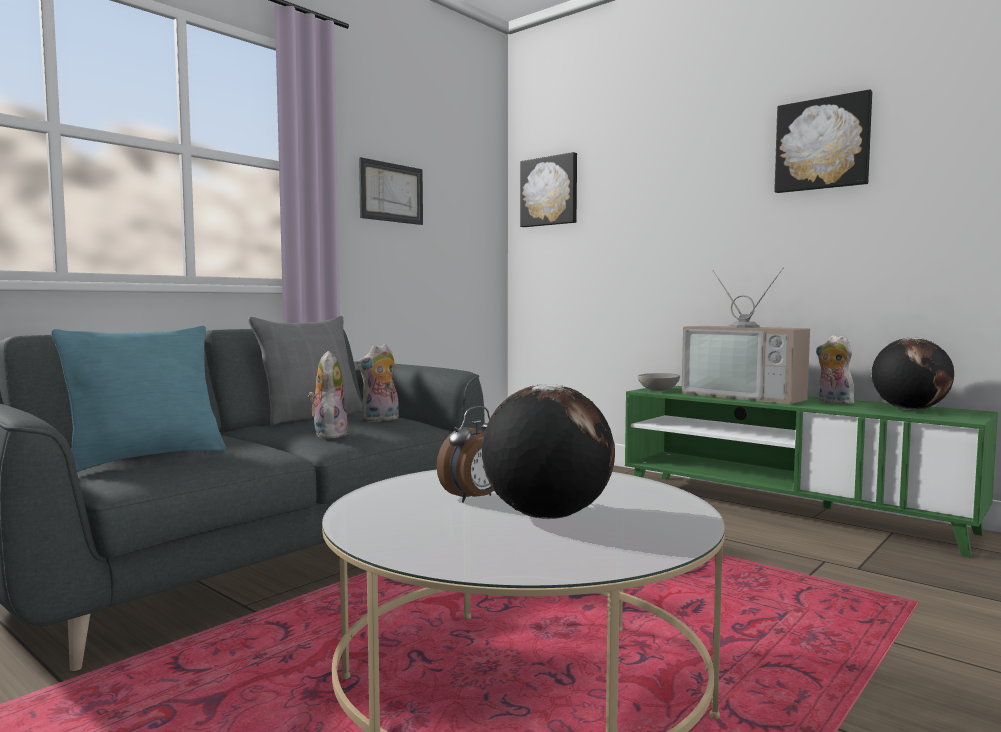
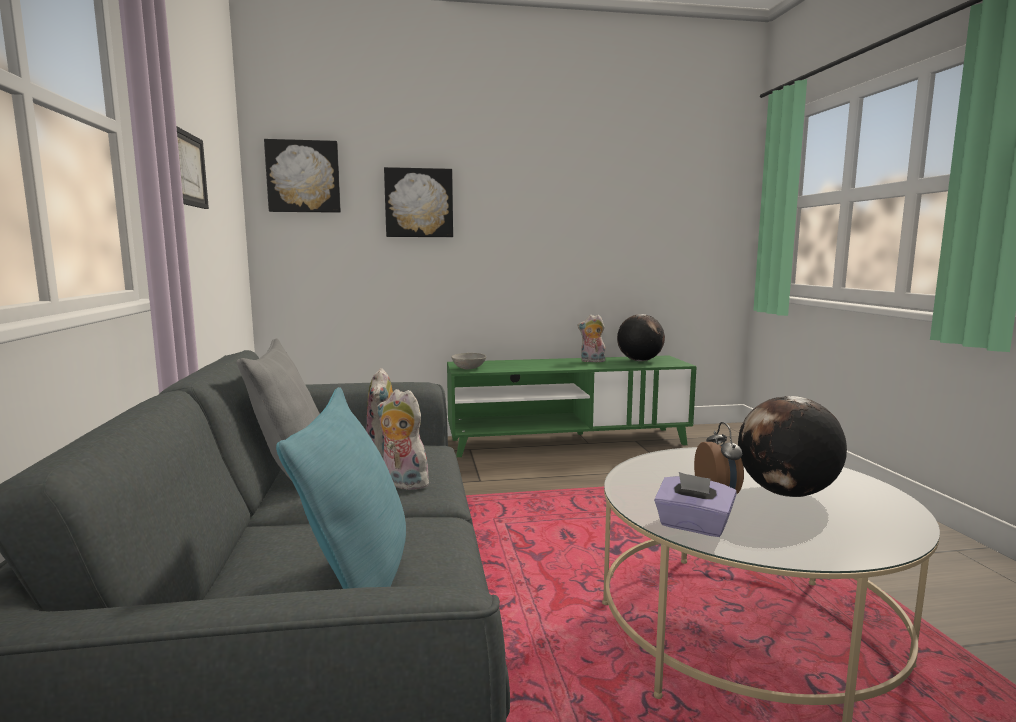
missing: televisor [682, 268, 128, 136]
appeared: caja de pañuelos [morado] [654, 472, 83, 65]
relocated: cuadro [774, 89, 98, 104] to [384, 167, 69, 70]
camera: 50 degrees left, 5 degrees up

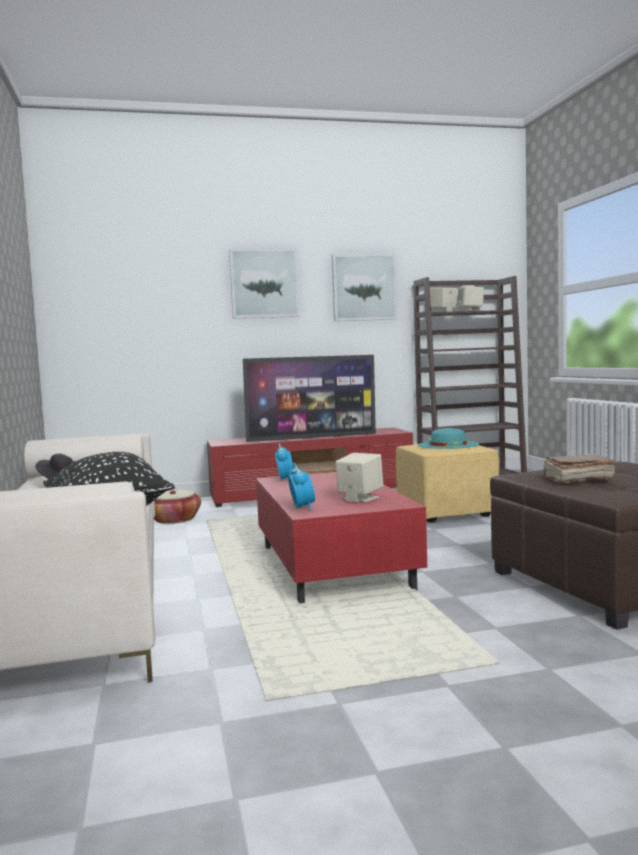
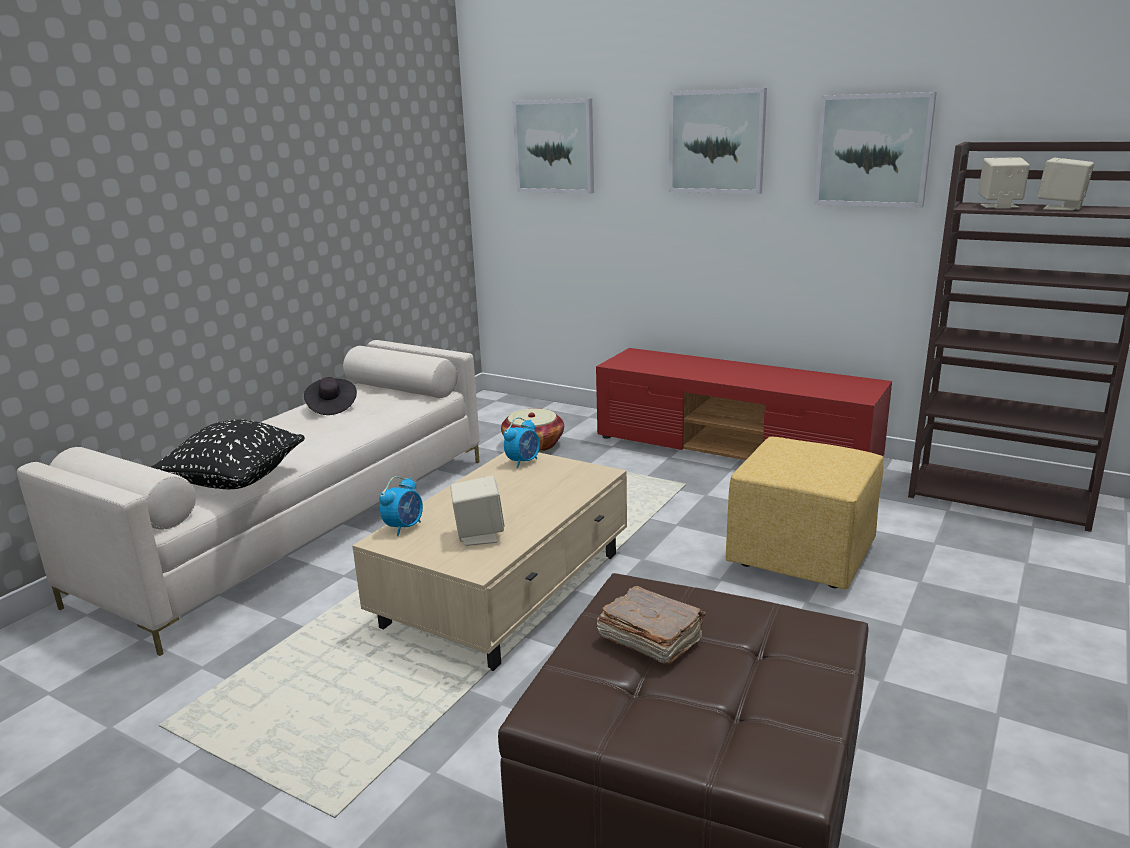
missing: televisor [243, 355, 133, 87]; sombrero [turquesa] [418, 428, 61, 21]
appeared: cuadro [512, 98, 82, 96]
colour: mesa de centro [rojo] [256, 472, 171, 131] to mesa de centro [beis] [352, 452, 275, 219]
camera: 45 degrees right, 15 degrees up

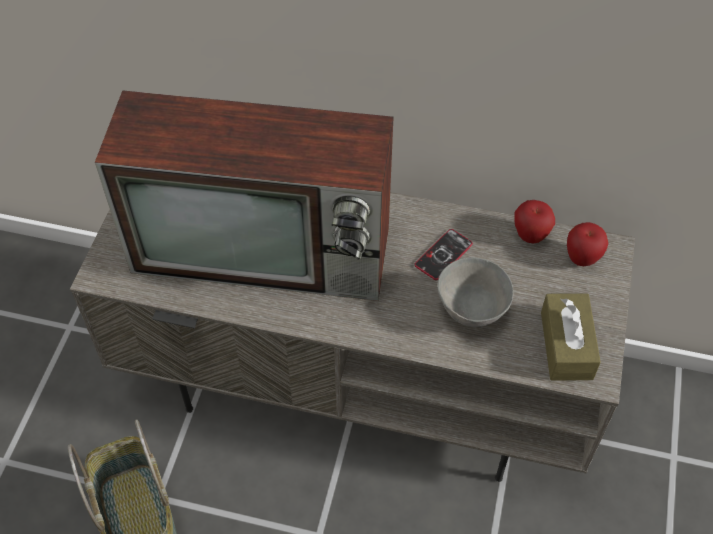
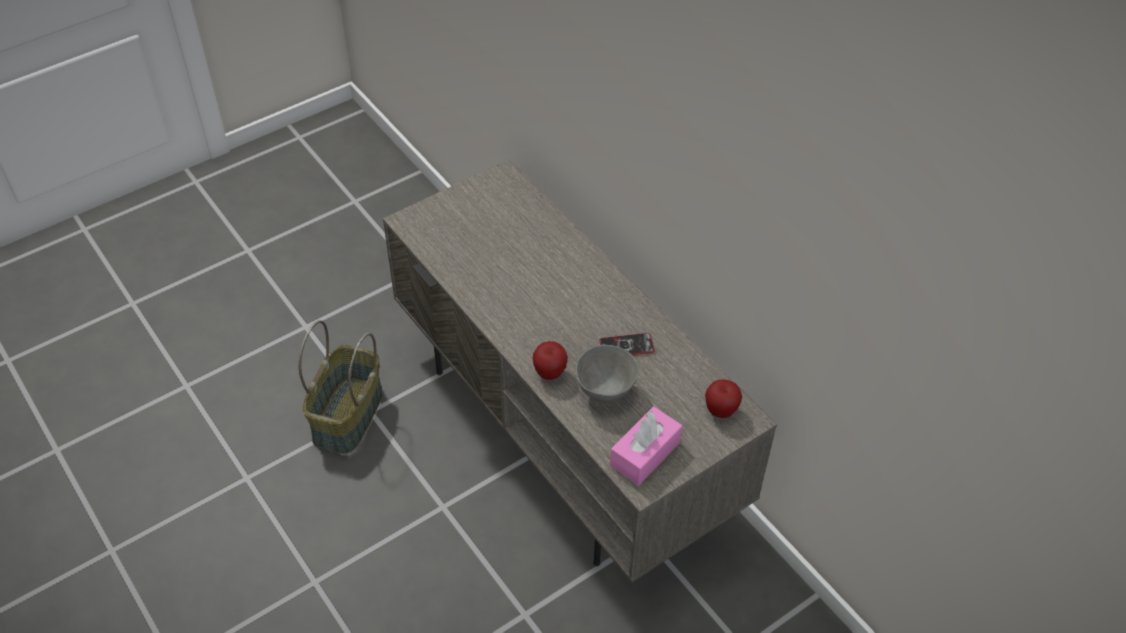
missing: televisor [95, 90, 299, 211]
relocated: manzana [515, 200, 40, 43] to [533, 341, 35, 39]
colour: caja de pañuelos [marrón] [541, 293, 60, 88] to caja de pañuelos [rosa] [610, 407, 72, 79]
camera: 40 degrees right, 5 degrees down

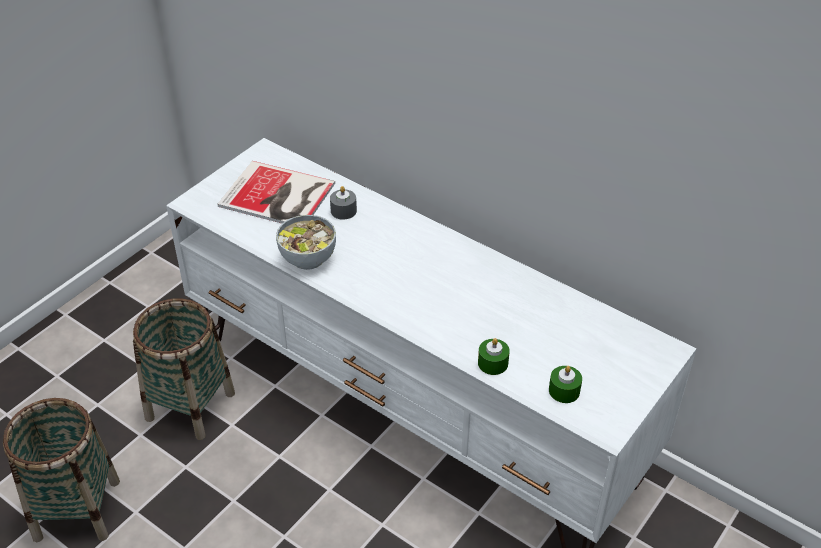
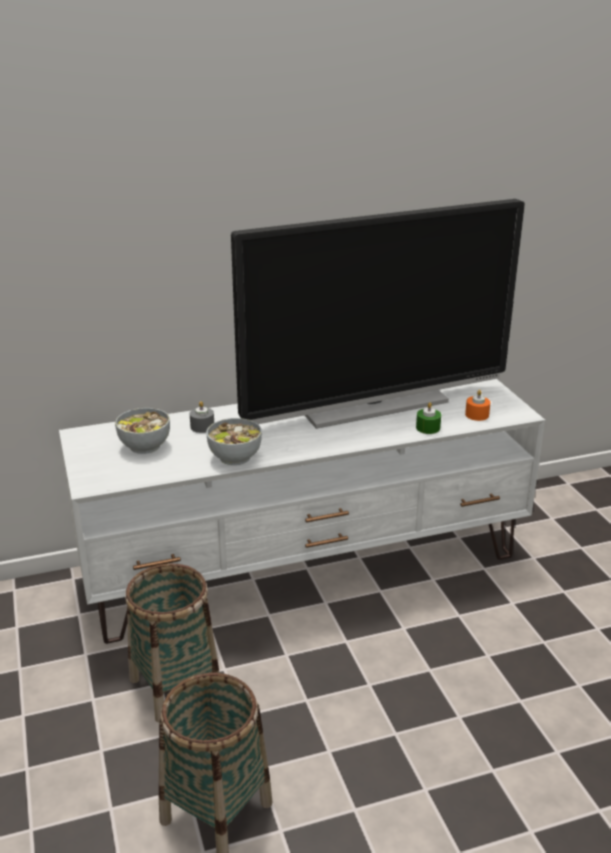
appeared: televisor [231, 199, 294, 230]
exchanged: libro [218, 161, 117, 63] to cuenco [115, 408, 55, 46]
colour: vela [verde] [549, 366, 33, 37] to vela [naranja] [465, 390, 26, 31]
camera: 55 degrees left, 15 degrees down

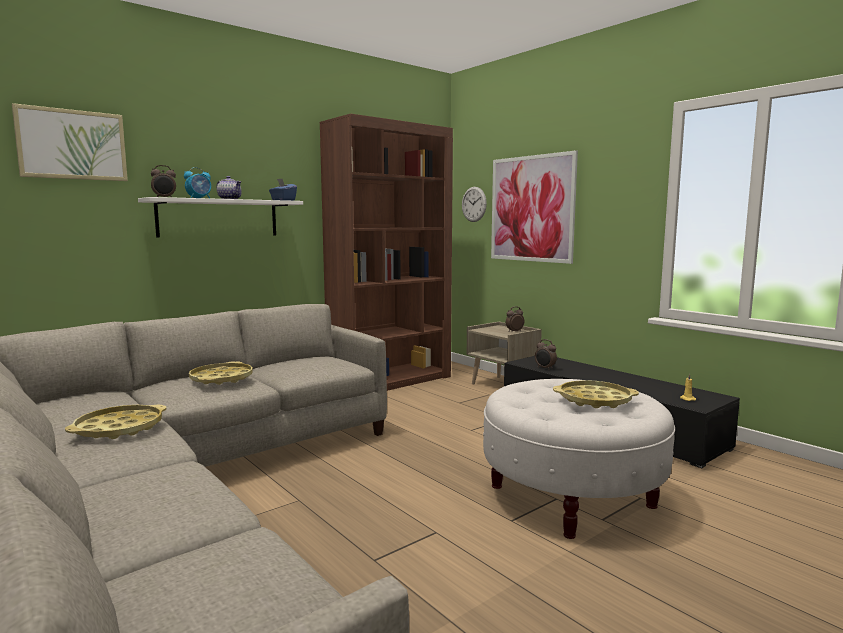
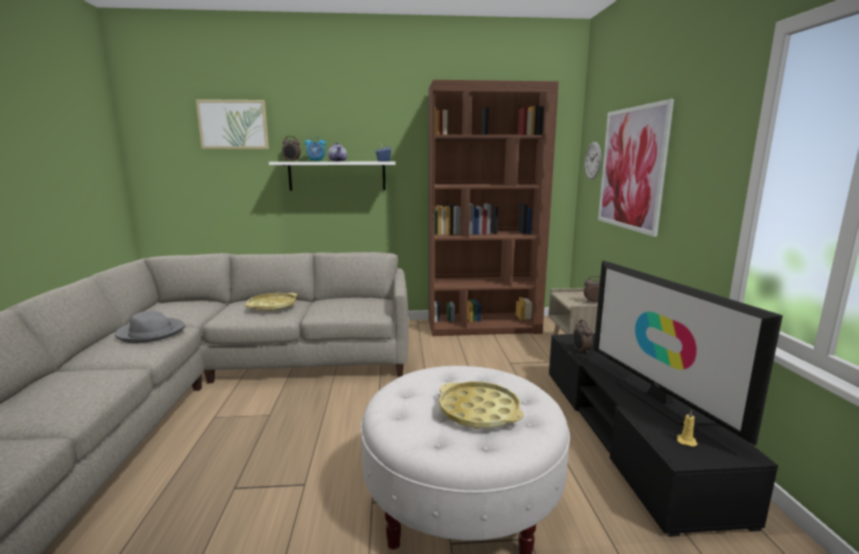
appeared: televisor [594, 260, 189, 185]
exchanged: bandeja [amarillo] [65, 405, 101, 34] to sombrero [gris] [115, 311, 71, 32]
camera: 35 degrees right, 5 degrees up

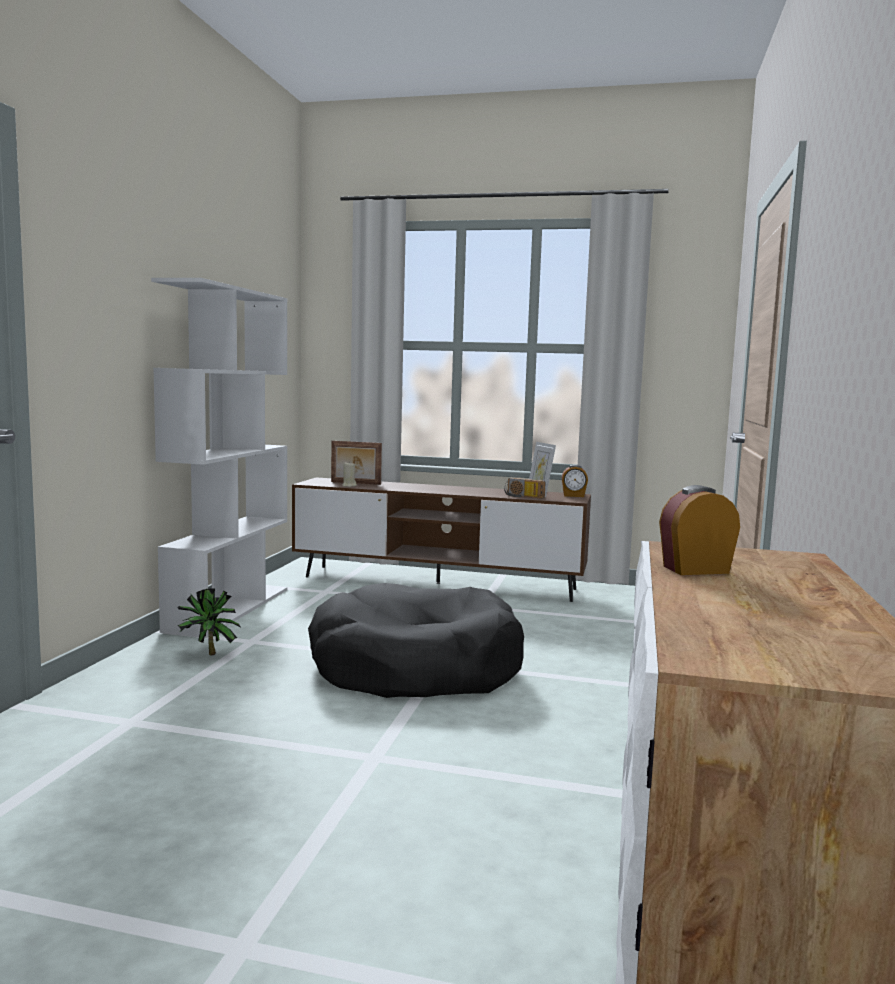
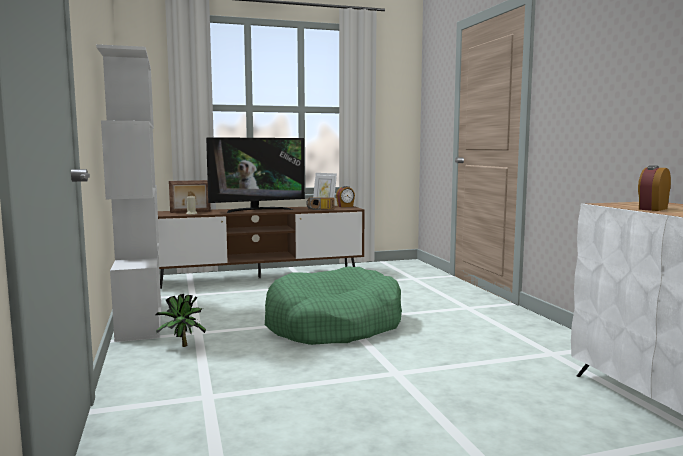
appeared: televisor [206, 137, 99, 76]
colour: cama para perro [negro] [308, 583, 216, 115] to cama para perro [verde] [265, 266, 137, 79]
camera: 30 degrees left, 0 degrees up

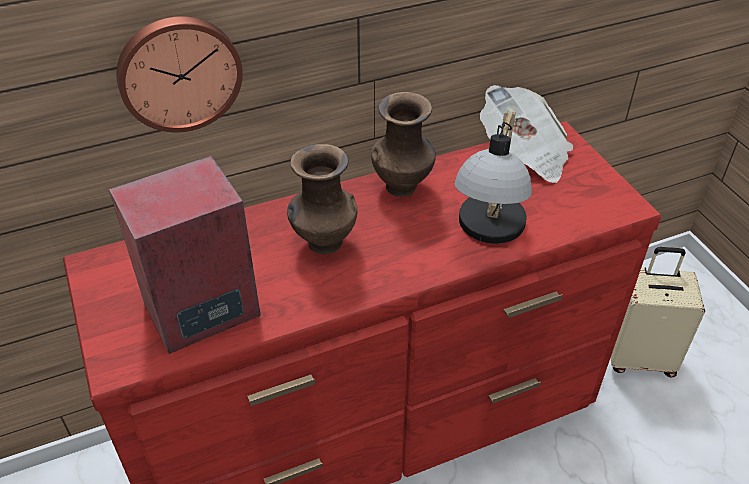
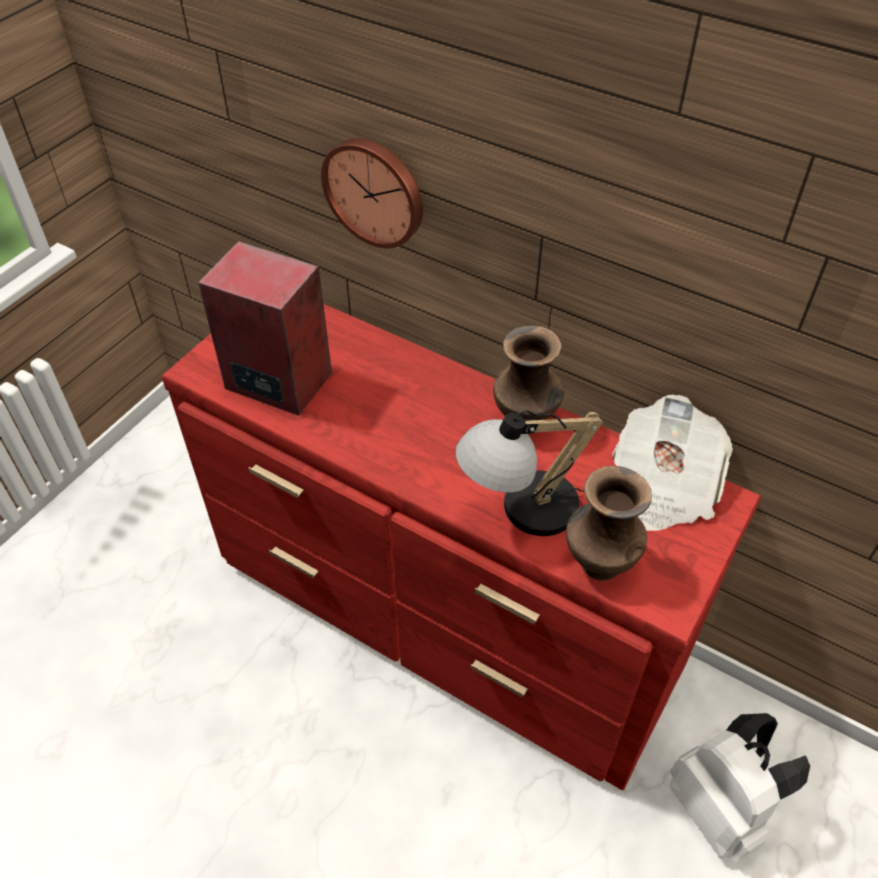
relocated: florero [marrón] [287, 144, 70, 110] to [566, 466, 86, 115]
exchanged: maleta [beis] [610, 247, 95, 130] to mochila [blanco] [670, 713, 140, 149]
camera: 55 degrees right, 5 degrees up

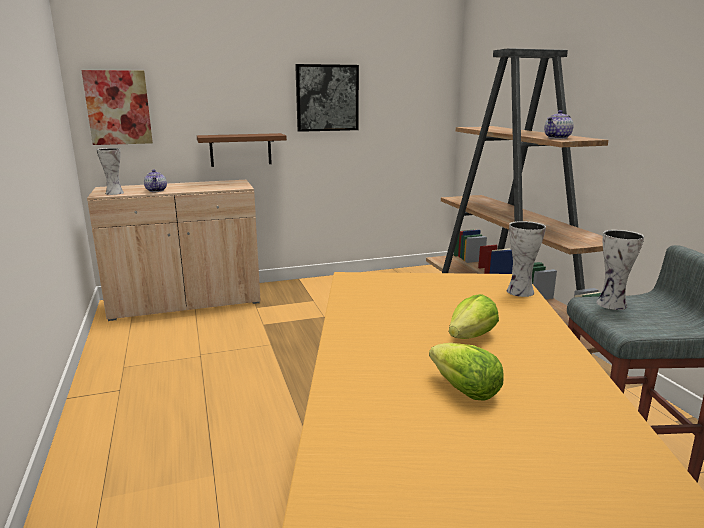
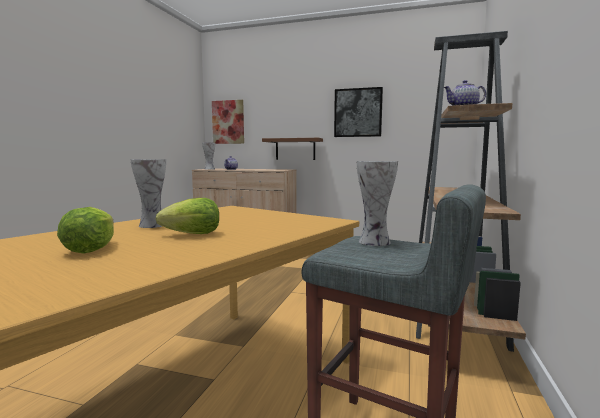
relocated: florero [507, 221, 39, 76] to [131, 159, 35, 69]
camera: 35 degrees right, 10 degrees down

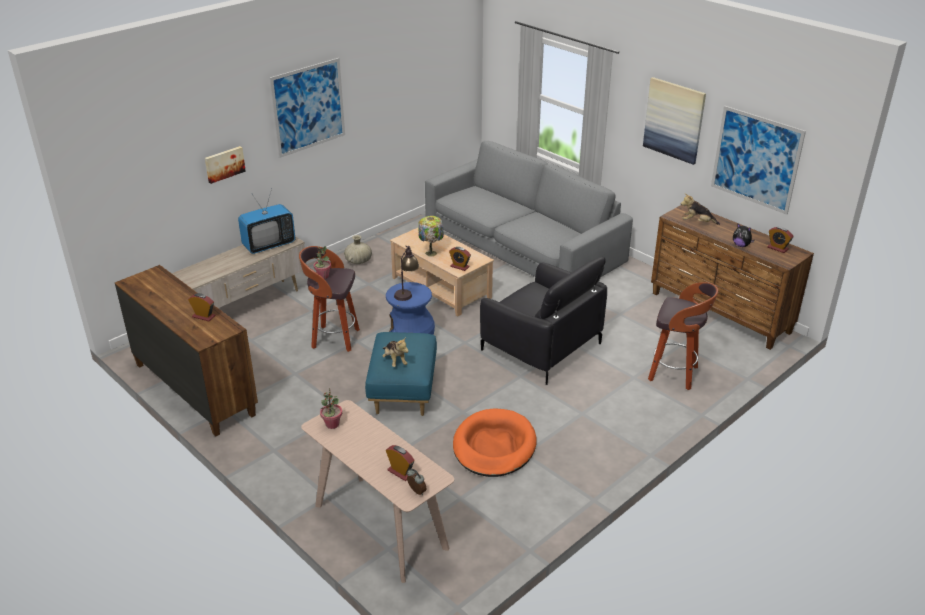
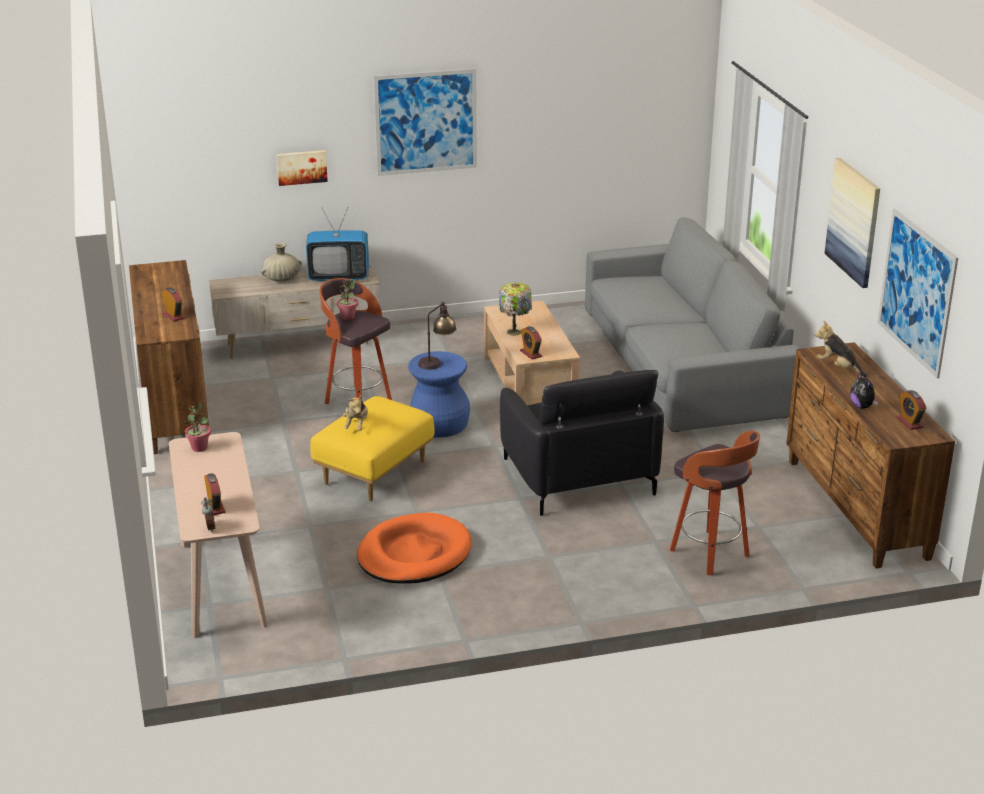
relocated: florero [beis] [344, 235, 28, 29] to [261, 243, 41, 39]
colour: puf [azul] [365, 332, 72, 84] to puf [amarillo] [310, 396, 125, 106]
camera: 30 degrees right, 5 degrees down

